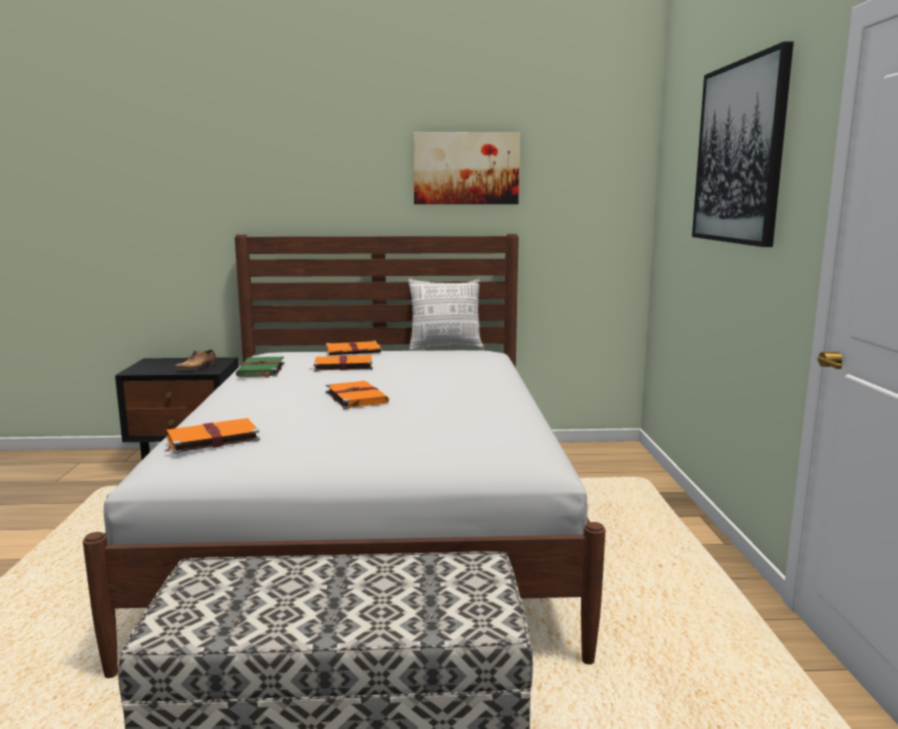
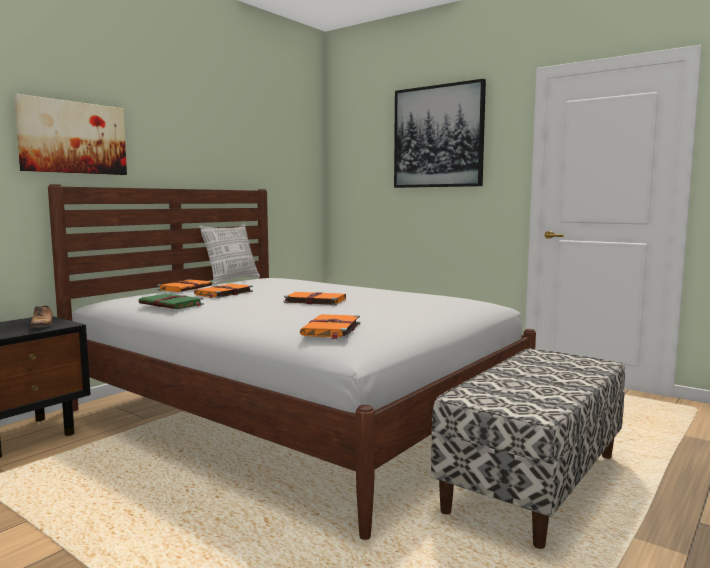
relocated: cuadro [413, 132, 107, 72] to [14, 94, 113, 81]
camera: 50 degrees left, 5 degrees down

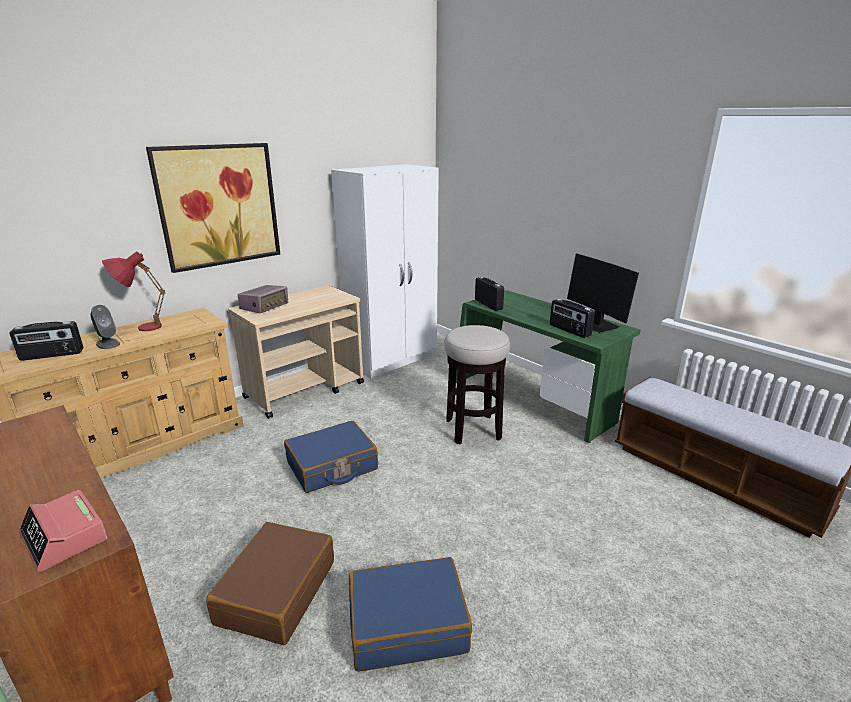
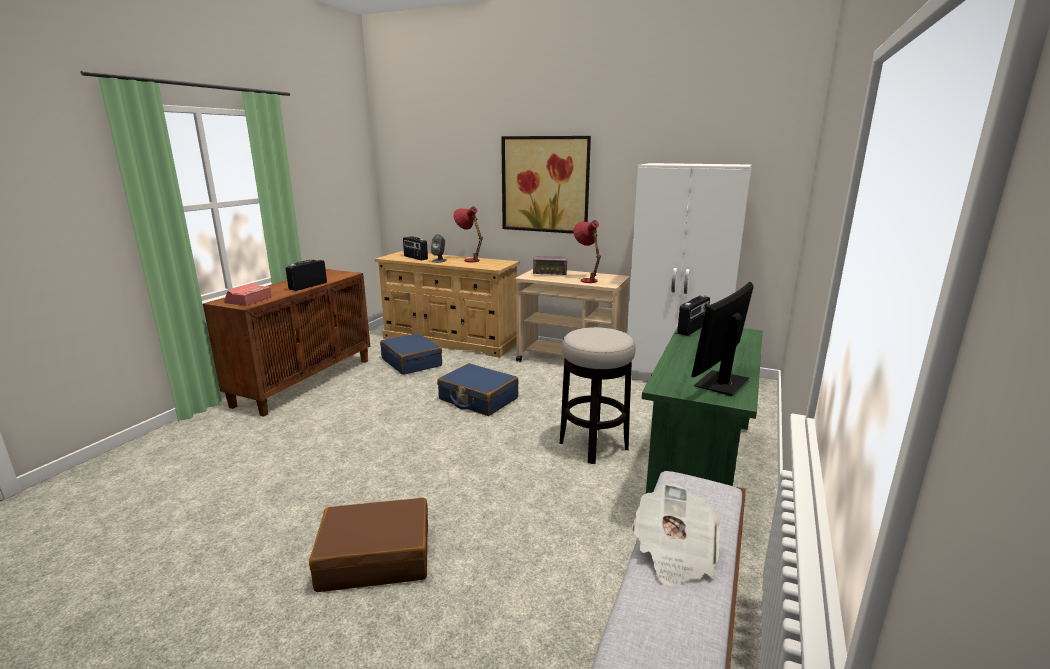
appeared: lámpara de mesa [rojo] [573, 220, 28, 63]; periódico [632, 483, 88, 103]
relocated: maleta [marrón] [206, 522, 128, 123] to [309, 497, 119, 95]; maleta [azul] [349, 557, 123, 115] to [380, 333, 62, 42]; radio [550, 299, 45, 39] to [286, 259, 41, 32]
camera: 65 degrees right, 5 degrees down

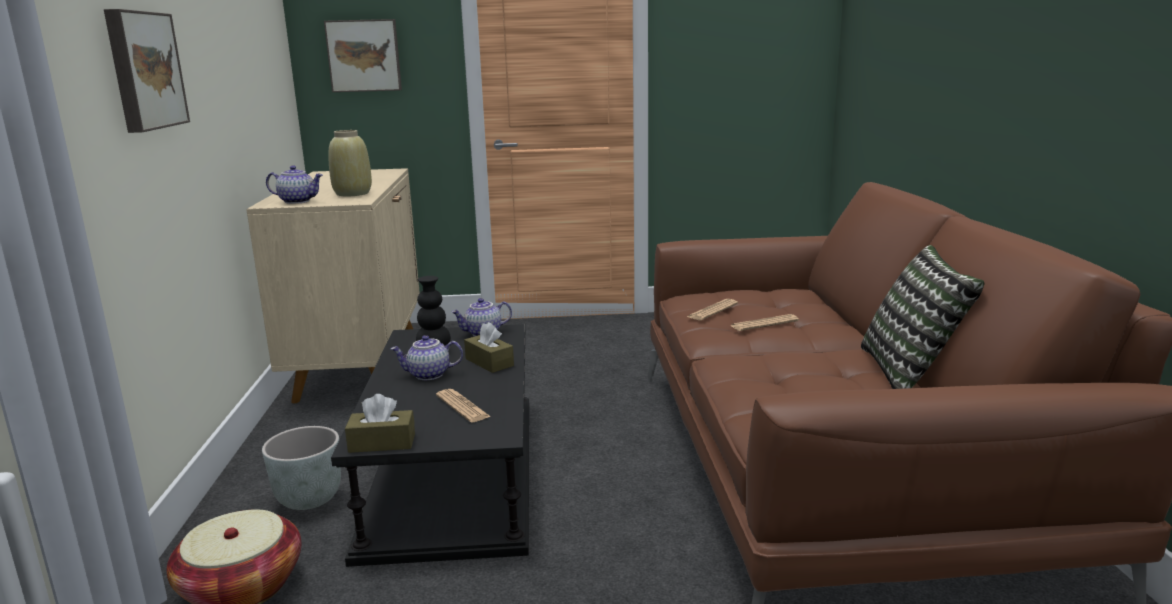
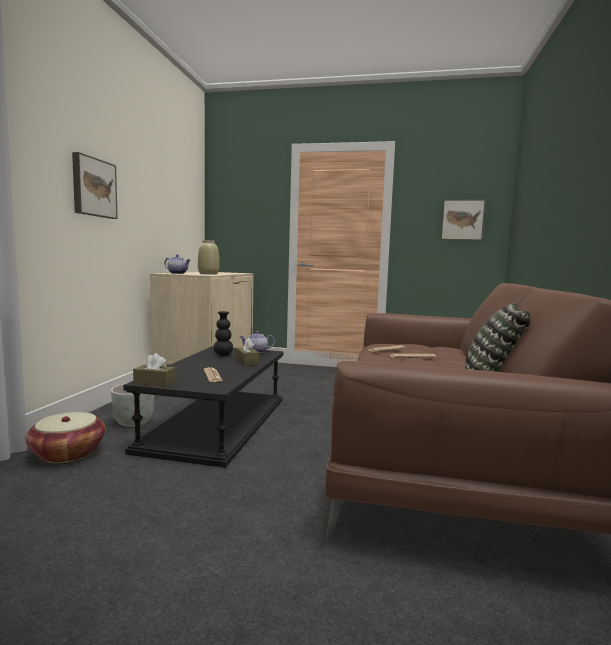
missing: tetera [391, 335, 72, 45]
relocated: cuadro [324, 19, 78, 73] to [440, 199, 45, 41]
camera: 15 degrees right, 10 degrees down

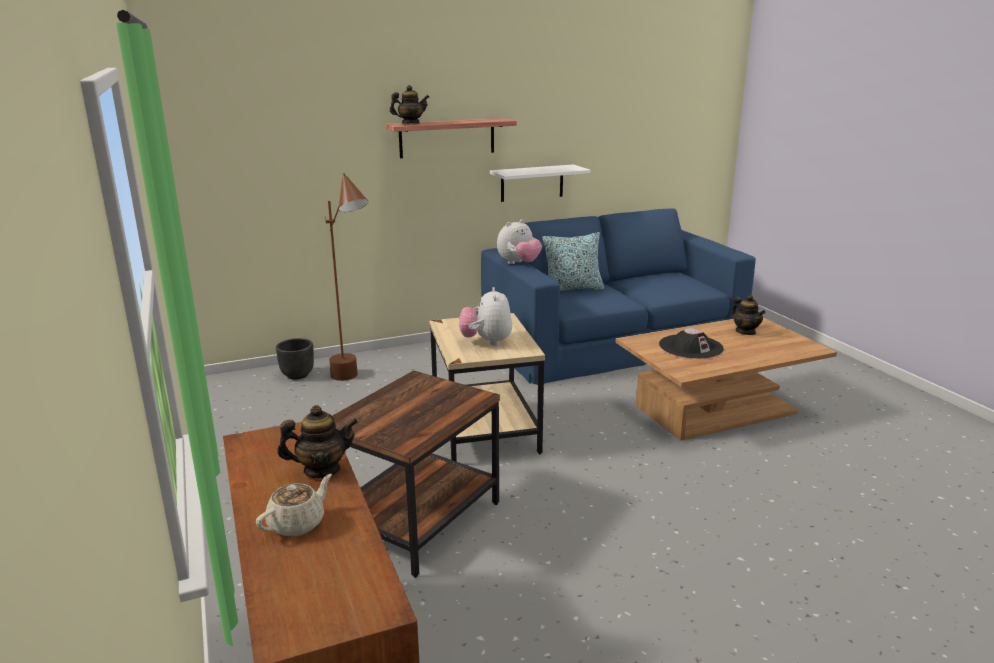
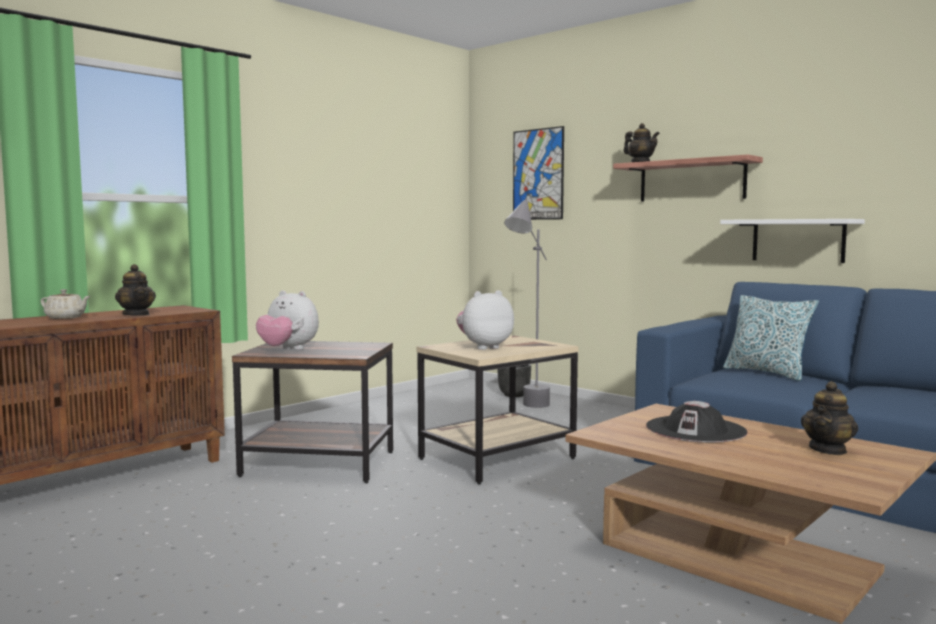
appeared: cuadro [513, 126, 51, 94]
relocated: peluche [497, 219, 45, 45] to [256, 290, 63, 60]
colour: lámpara de pie [marrón] [324, 173, 44, 208] to lámpara de pie [gris] [504, 198, 46, 210]
camera: 65 degrees right, 15 degrees down

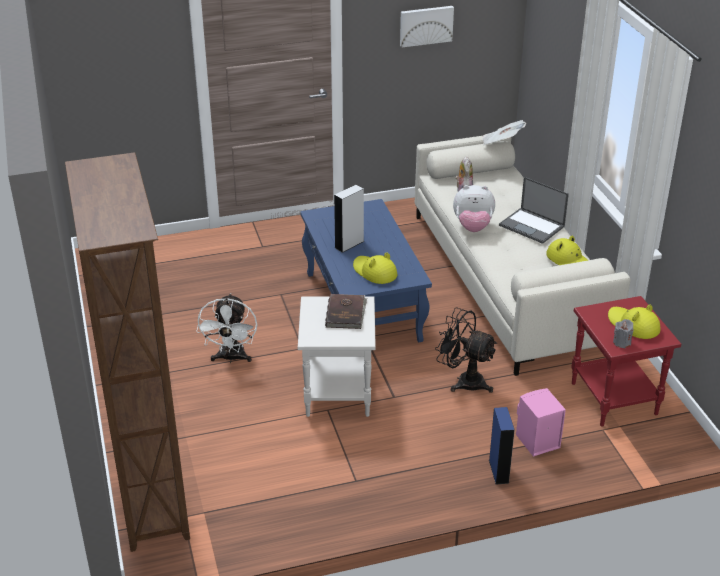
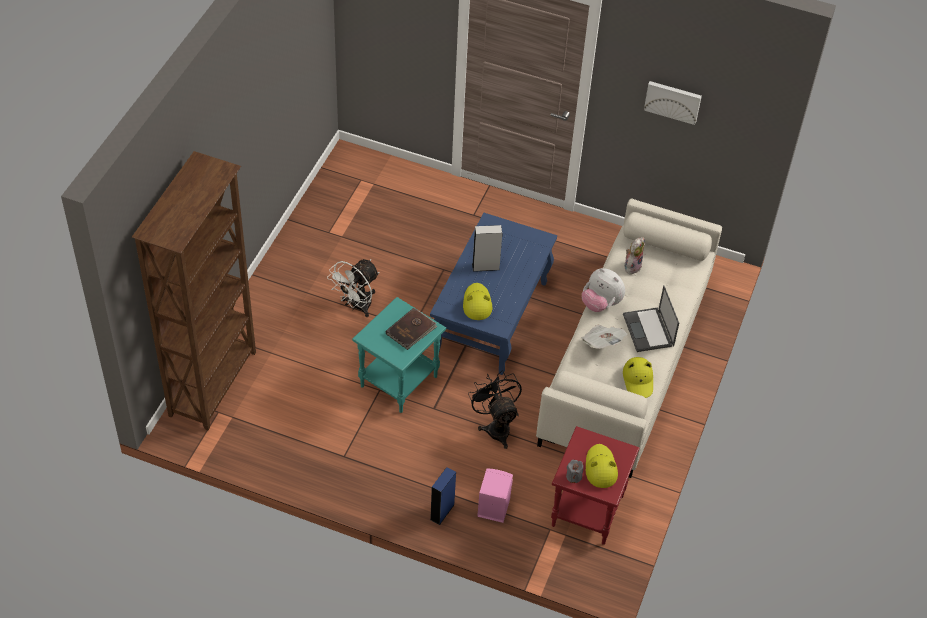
relocated: periódico [482, 120, 44, 25] to [581, 325, 46, 24]
colour: mesa auxiliar [blanco] [298, 296, 78, 121] to mesa auxiliar [turquesa] [352, 297, 94, 116]
camera: 35 degrees right, 15 degrees up

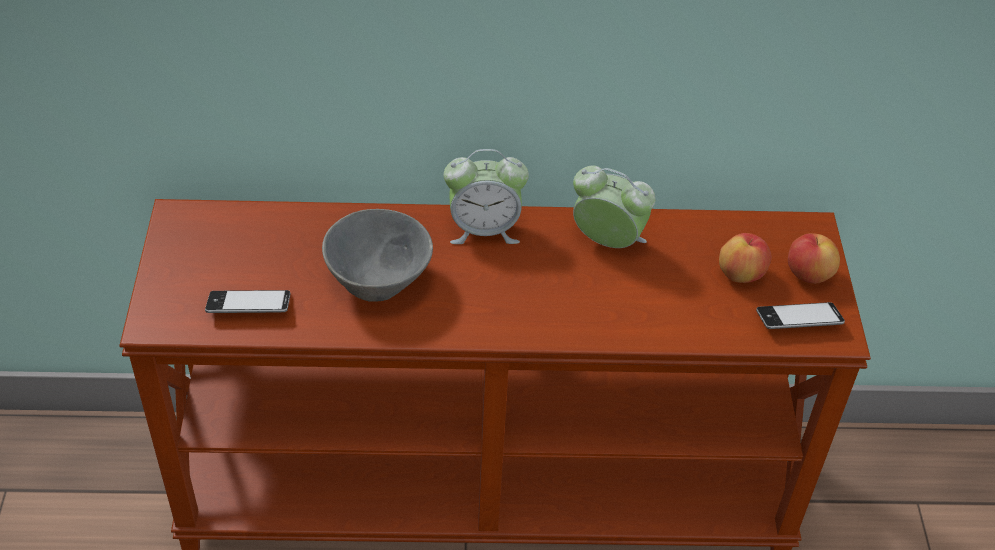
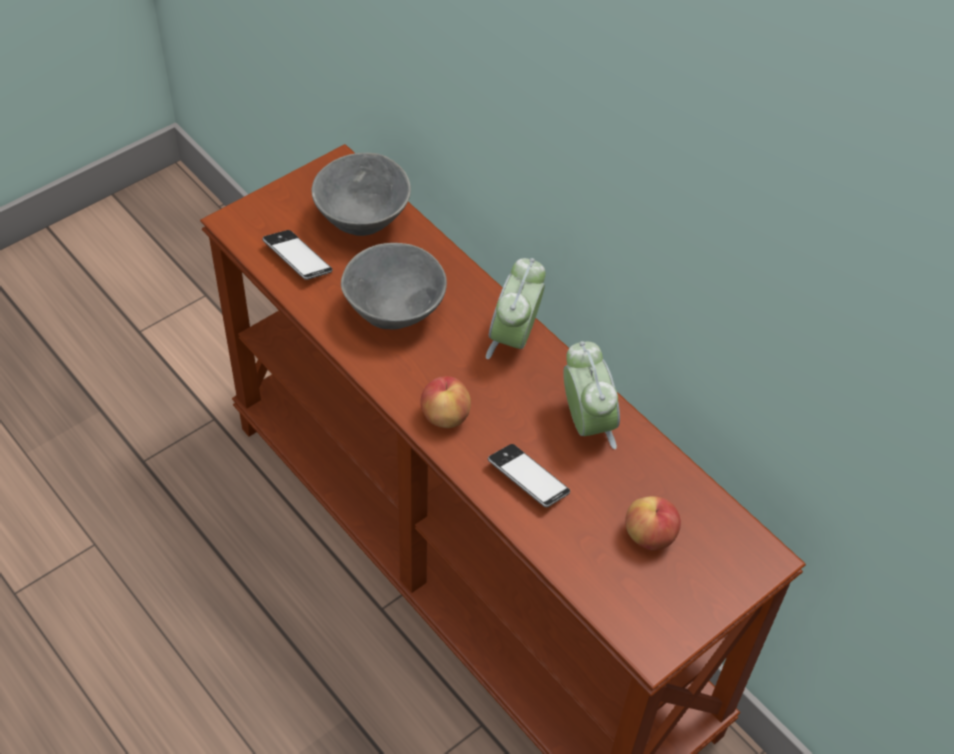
appeared: cuenco [gris] [312, 152, 99, 84]
relocated: móvil [756, 302, 89, 27] to [488, 444, 82, 63]; manzana [788, 233, 52, 51] to [420, 376, 51, 52]
spun: despertador [444, 149, 85, 95] = [486, 258, 59, 101] 60 degrees clockwise
camera: 50 degrees right, 5 degrees up

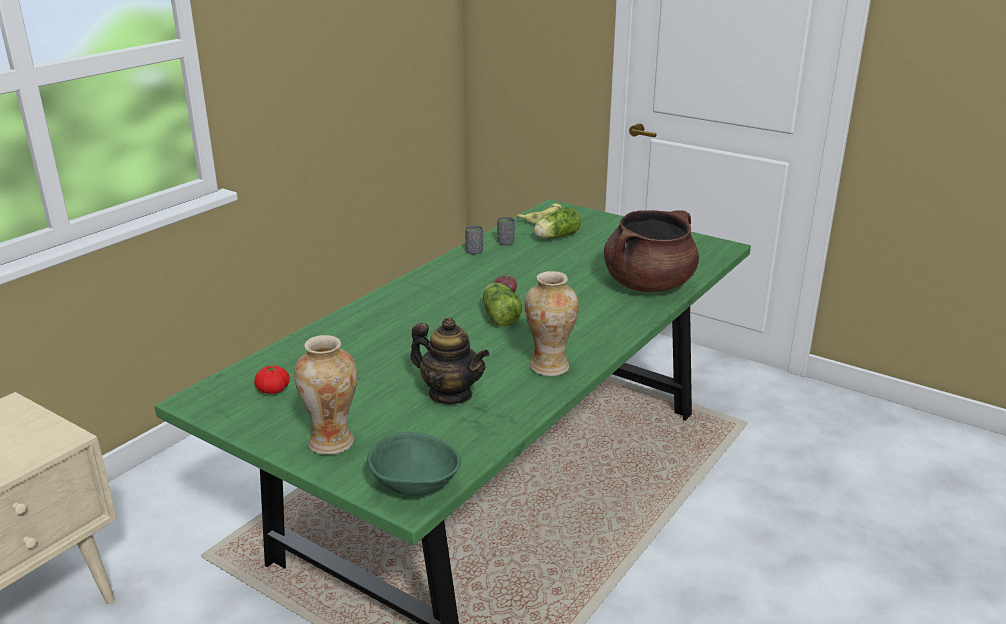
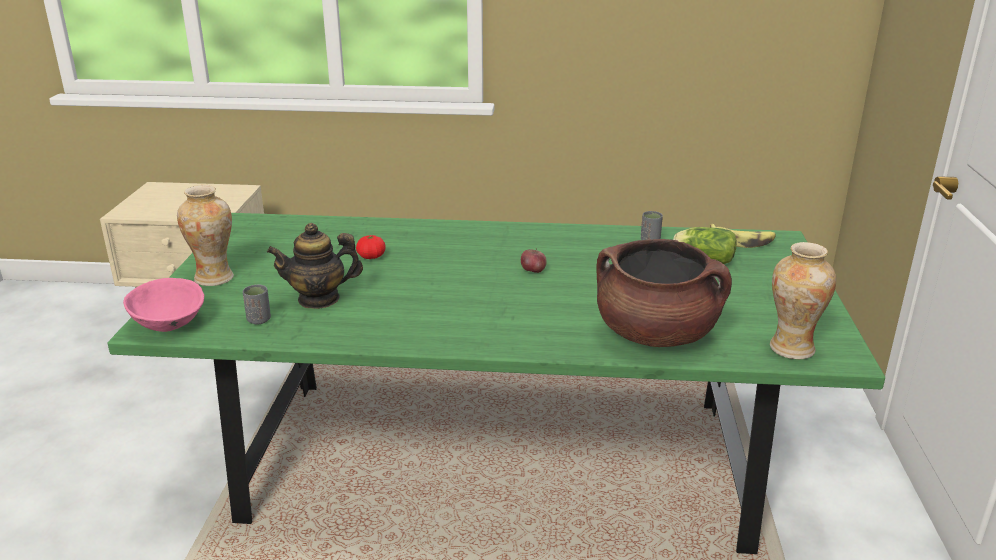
missing: lechuga [483, 283, 39, 43]
relocated: tomate [254, 365, 36, 29] to [356, 235, 30, 24]; taza [gris] [465, 225, 18, 30] to [243, 284, 28, 40]; florero [524, 271, 55, 105] to [770, 242, 66, 117]
colour: cuenco [verde] [367, 432, 94, 64] to cuenco [rosa] [123, 278, 81, 54]
spun: tetera [410, 317, 80, 87] = [267, 223, 96, 86] 75 degrees clockwise
camera: 60 degrees right, 0 degrees up

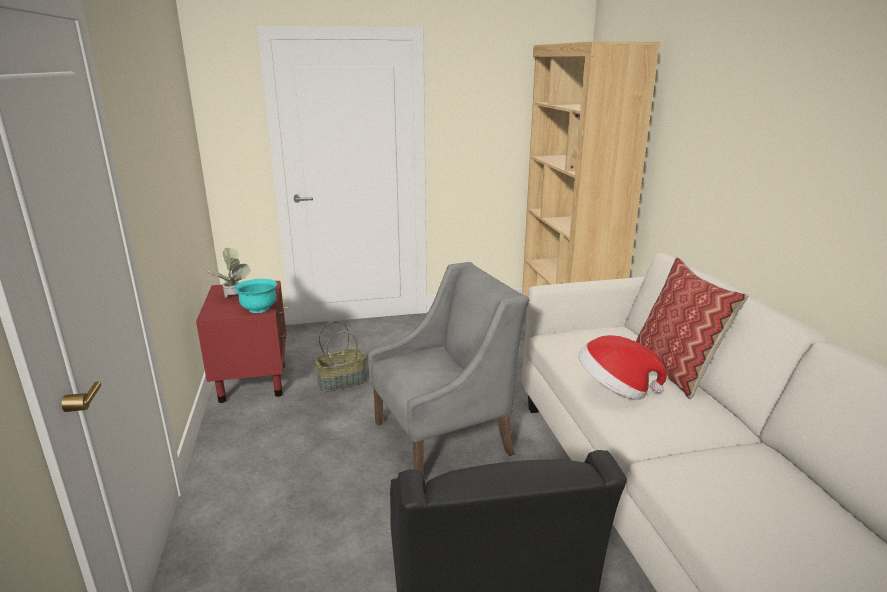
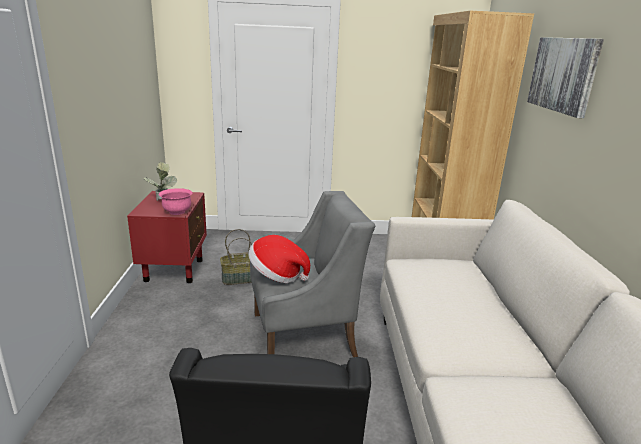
missing: cojín [636, 257, 113, 142]
appeared: cuadro [527, 37, 77, 81]
relocated: sombrero [578, 335, 89, 64] to [248, 235, 62, 48]
colour: cuenco [turquesa] [235, 279, 42, 34] to cuenco [rosa] [159, 188, 34, 27]
camera: 10 degrees right, 0 degrees up

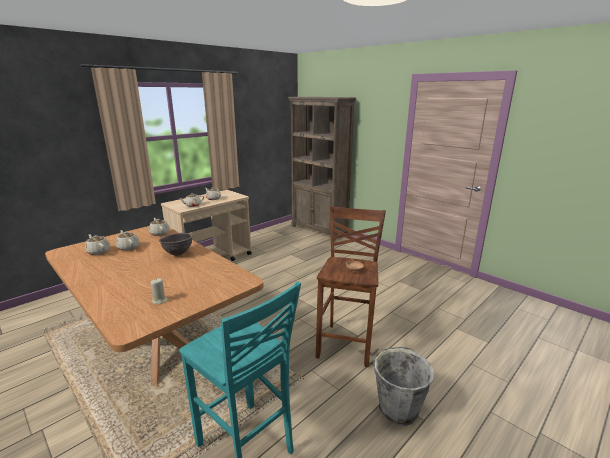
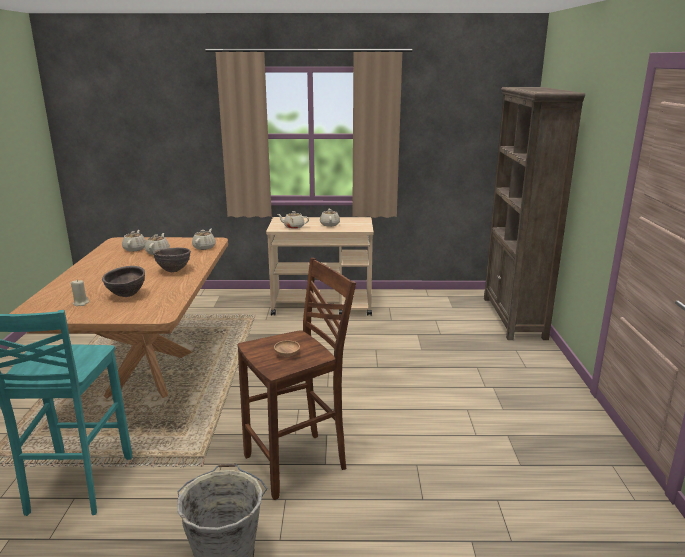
appeared: cuenco [marrón] [102, 266, 43, 31]
camera: 45 degrees right, 0 degrees up

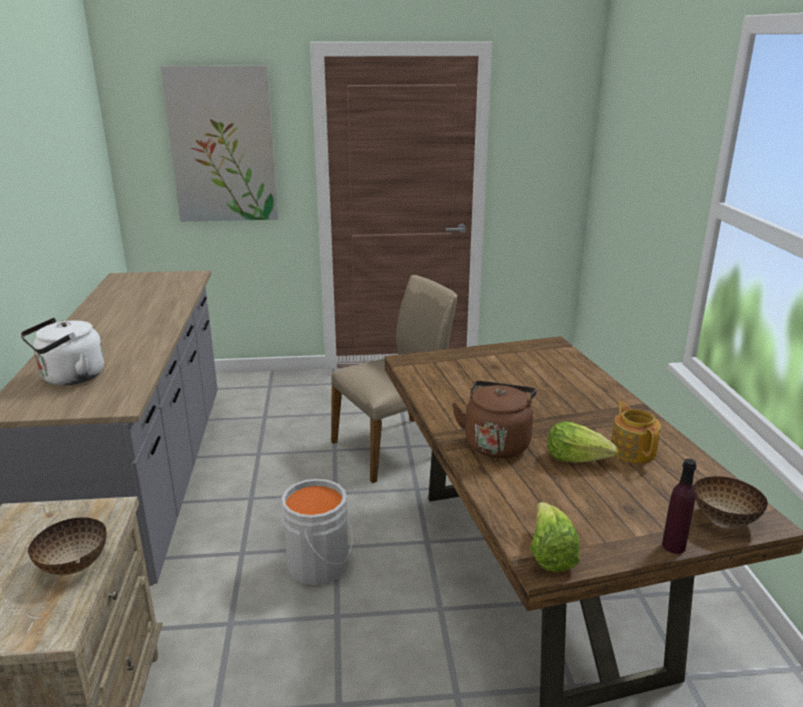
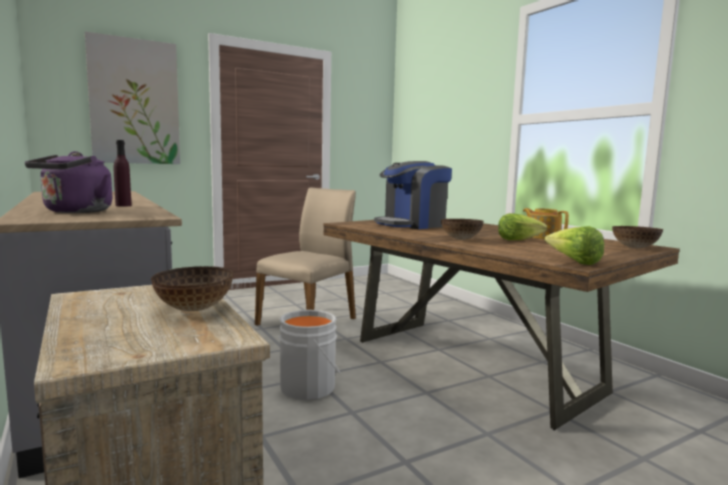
appeared: cafetera [374, 161, 78, 68]
relocated: botella [morado] [662, 459, 35, 95] to [114, 140, 18, 67]
exchanged: hervidor [marrón] [452, 381, 85, 77] to cuenco [441, 219, 43, 21]
colour: hervidor [blanco] [20, 318, 84, 67] to hervidor [morado] [25, 151, 87, 62]
camera: 25 degrees left, 15 degrees down

